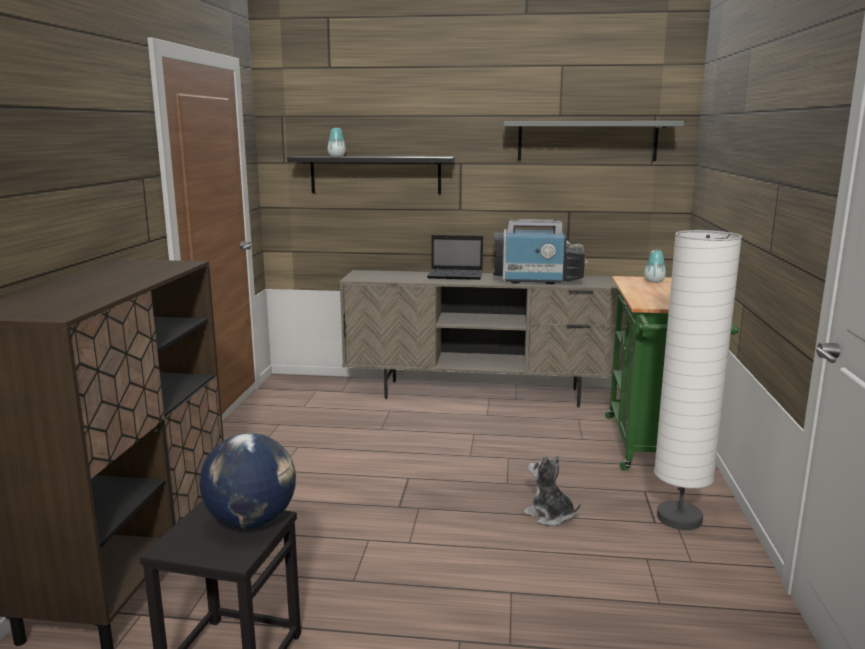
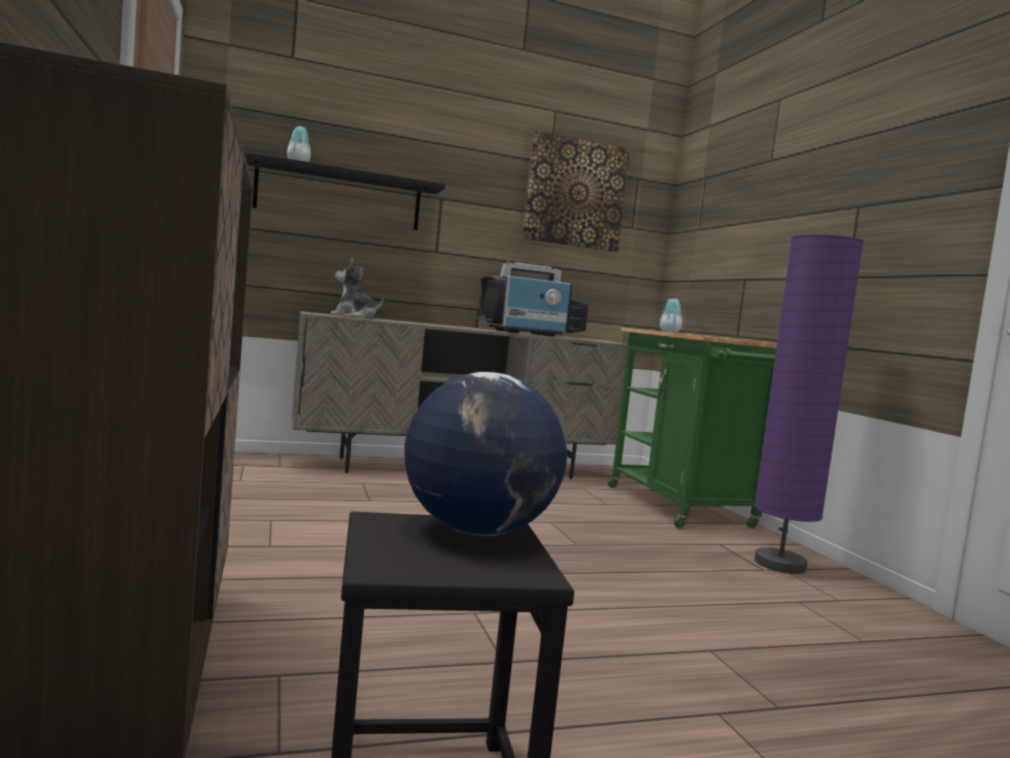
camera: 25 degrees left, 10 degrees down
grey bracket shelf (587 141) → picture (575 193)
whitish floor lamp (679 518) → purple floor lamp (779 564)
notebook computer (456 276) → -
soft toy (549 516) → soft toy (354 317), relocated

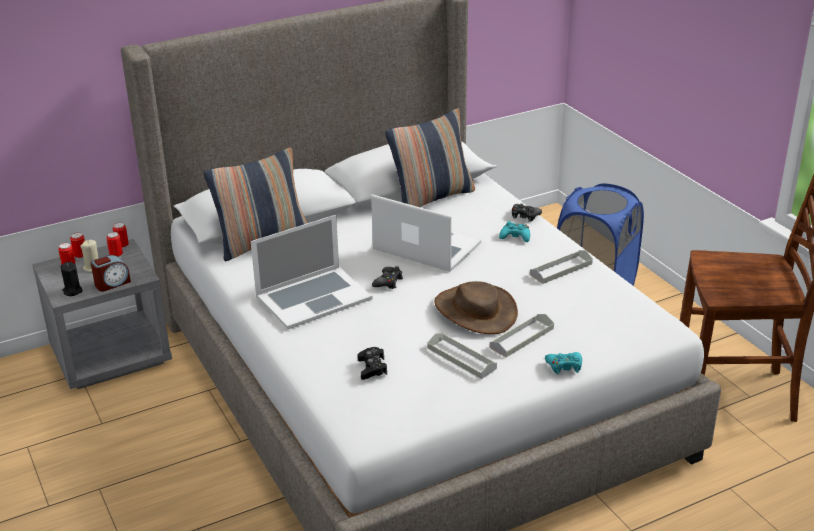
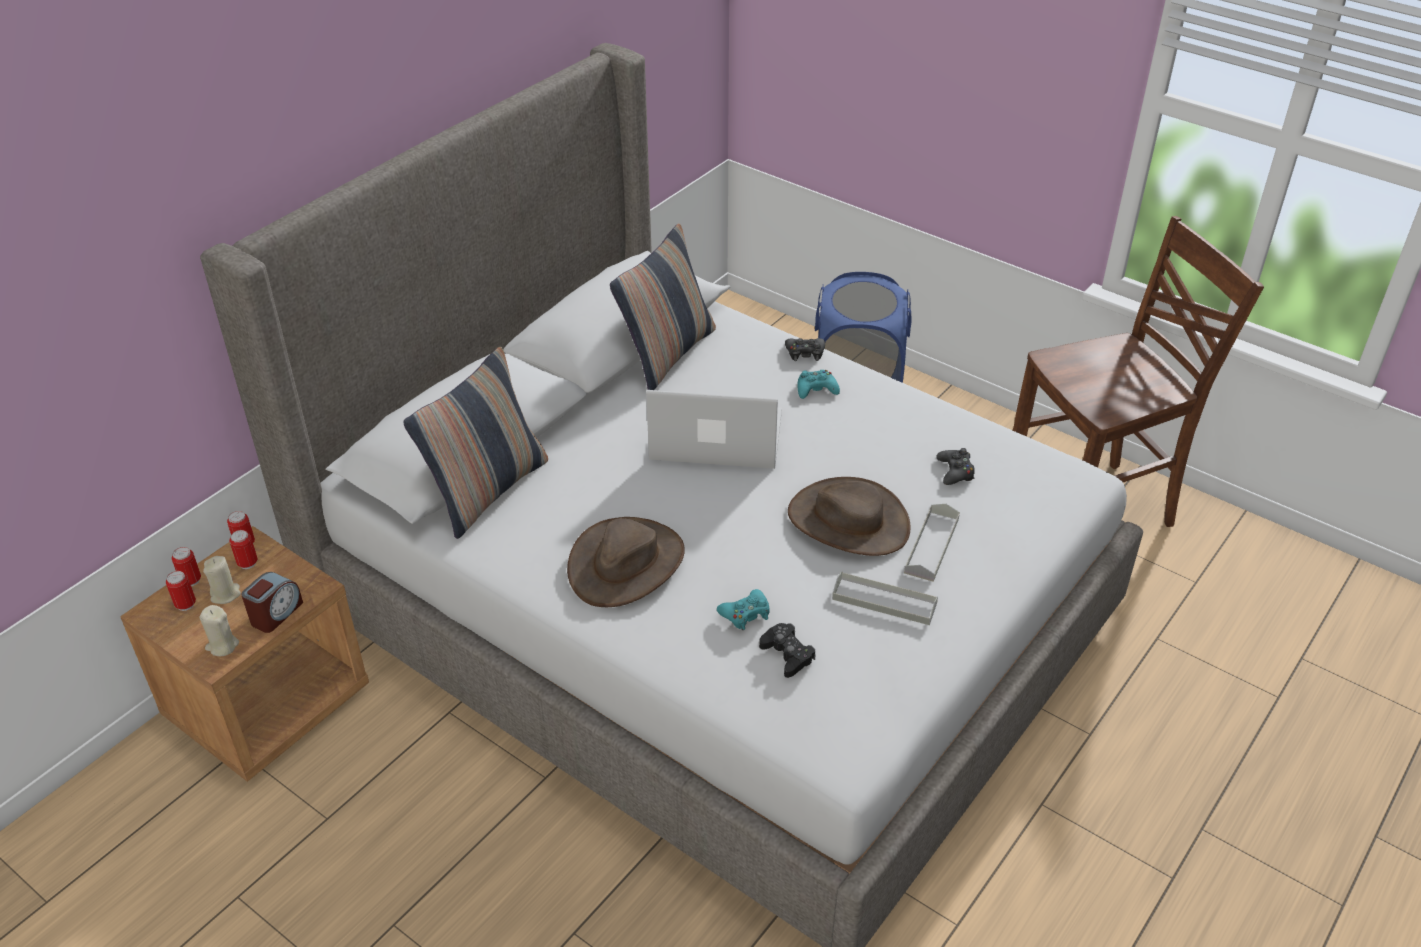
camera: 25 degrees left, 10 degrees up
notebook computer (313 297) → brownish hat (626 563)
grey night table (111 356) → brownish night table (268 703)
grey tray (561 269) → -
blackish candle (72 291) → beige-coloured candle (222 645)
blackish gamepad (388 282) → blackish gamepad (955 472), relocated
blue-green gamepad (564 366) → blue-green gamepad (745 614), relocated

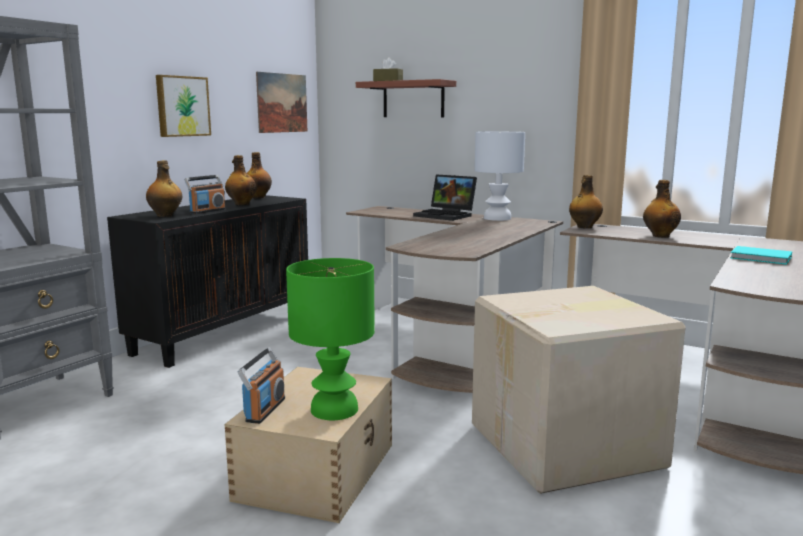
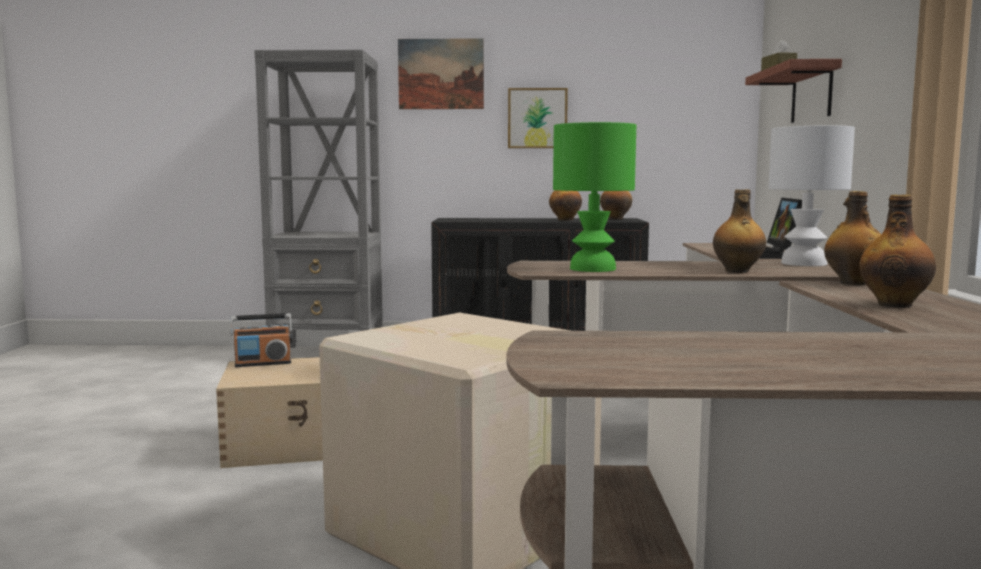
camera: 60 degrees right, 5 degrees down
picture (282 103) → picture (441 74), relocated
bottle (165 215) → bottle (737 271), relocated
radio set (207 211) → -
blue-green book (762 258) → -
green lamp for a table (333 410) → green lamp for a table (591 269), relocated

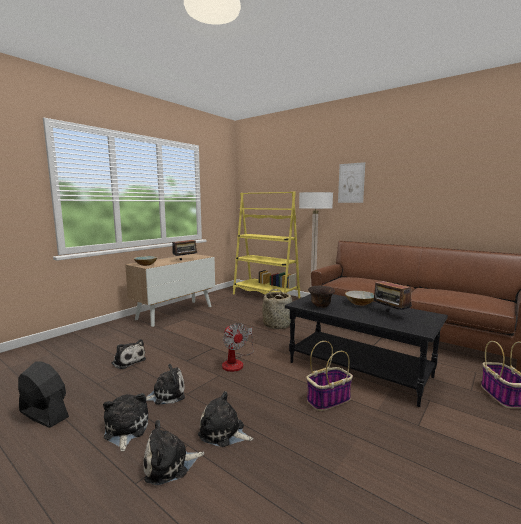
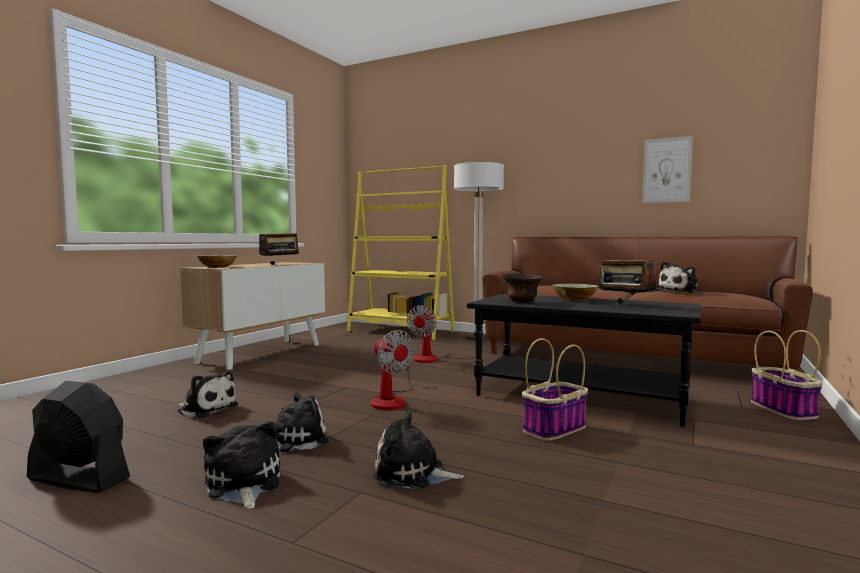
camera: 10 degrees left, 5 degrees down
picture (351 183) → picture (666 170), relocated
basket (277 324) → fan (435 359)
soft toy (170 464) → soft toy (680 292), relocated

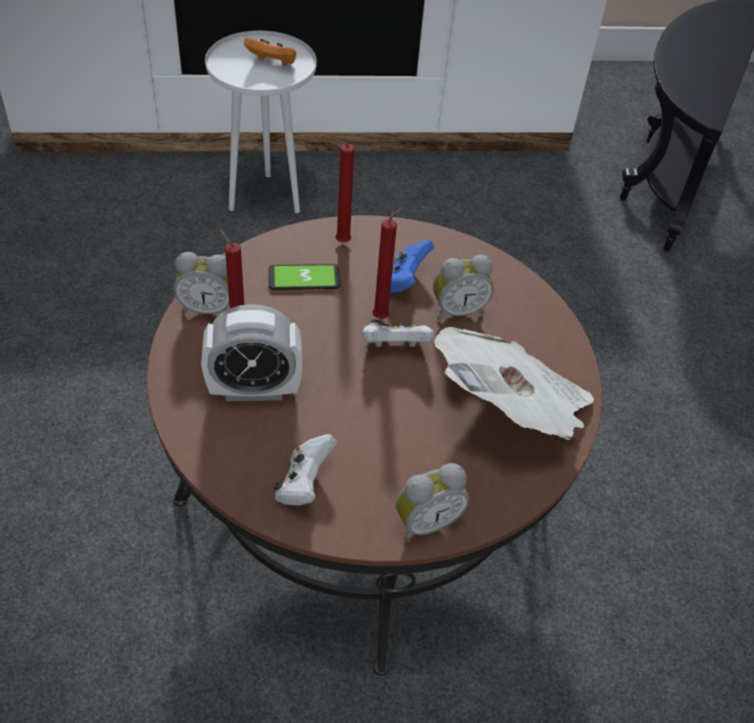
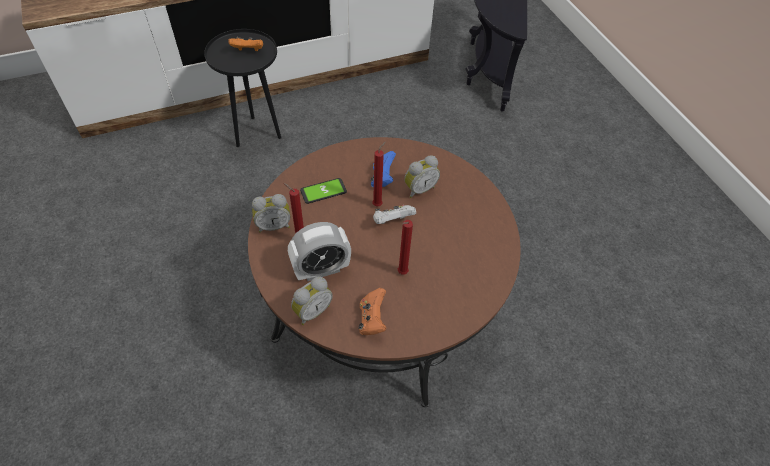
camera: 15 degrees left, 5 degrees up
whitish accent table (265 199) → blackish accent table (257 133)
reddish candle (340 243) → reddish candle (401 273), relocated
newspaper (512 409) → -
whitish gamepad (304 484) → orange gamepad (372 319)
alarm clock (425 521) → alarm clock (312 311), relocated

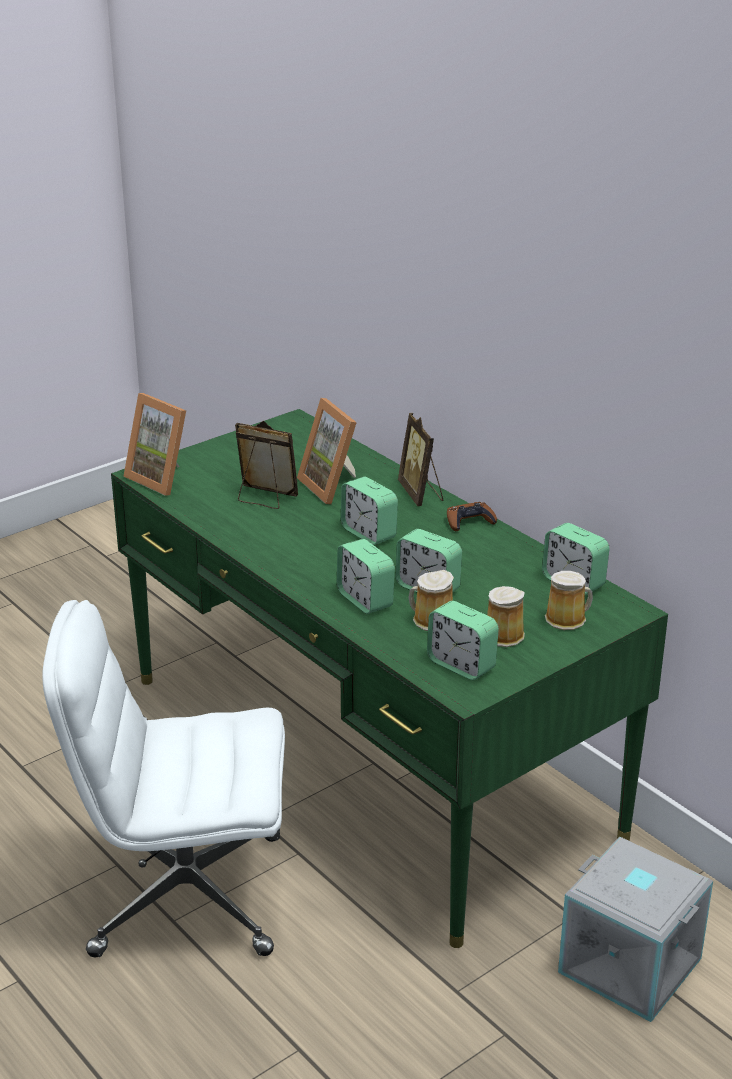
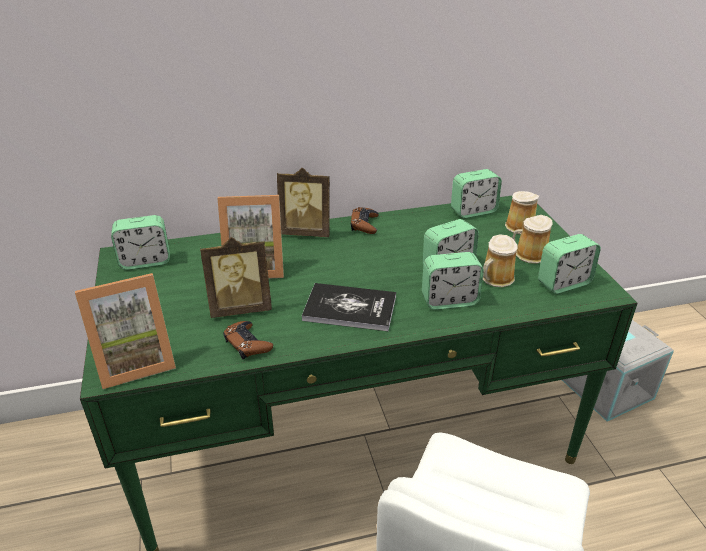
camera: 65 degrees left, 5 degrees up
picture frame (265 498) → picture frame (240 308), 150 degrees counterclockwise
alarm clock (369 533) → alarm clock (145 261), relocated
- → book (350 308)
- → brownish gamepad (247 343)

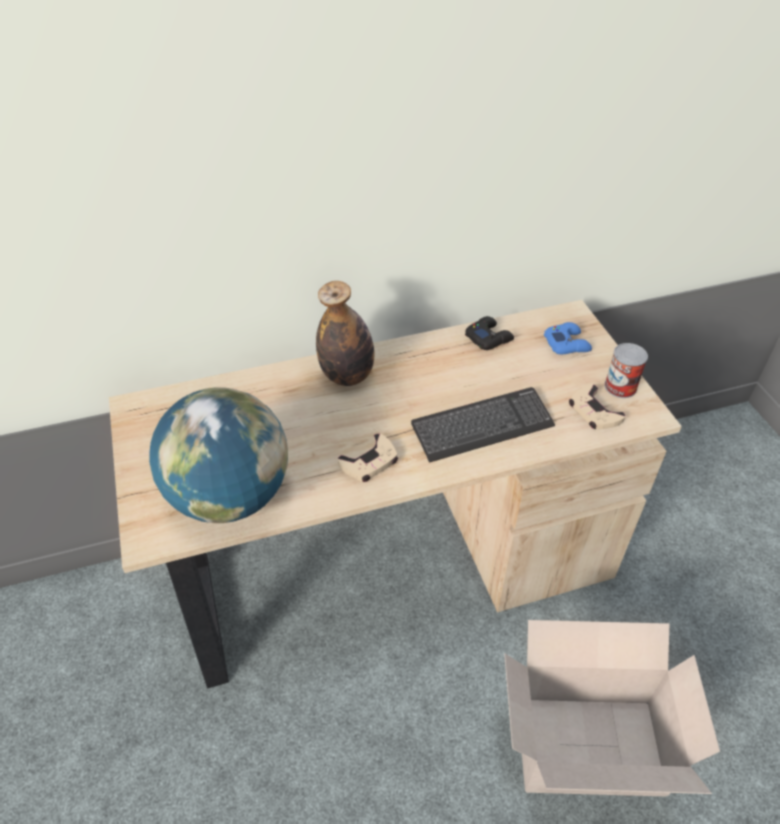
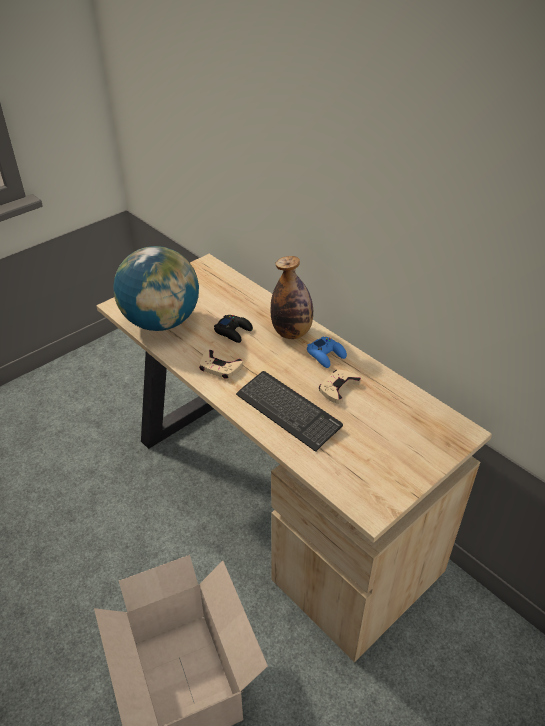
camera: 65 degrees right, 5 degrees down
blackish gamepad (488 338) → blackish gamepad (233 331), relocated
bluish gamepad (567 343) → bluish gamepad (326 355), relocated
metal can (620 386) → -
beige-coloured gamepad (594 412) → beige-coloured gamepad (338 388), relocated

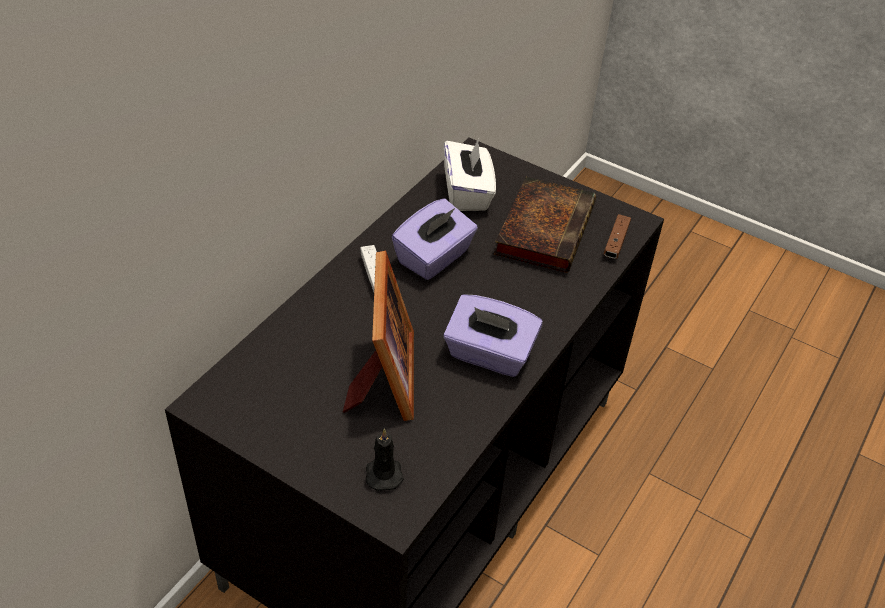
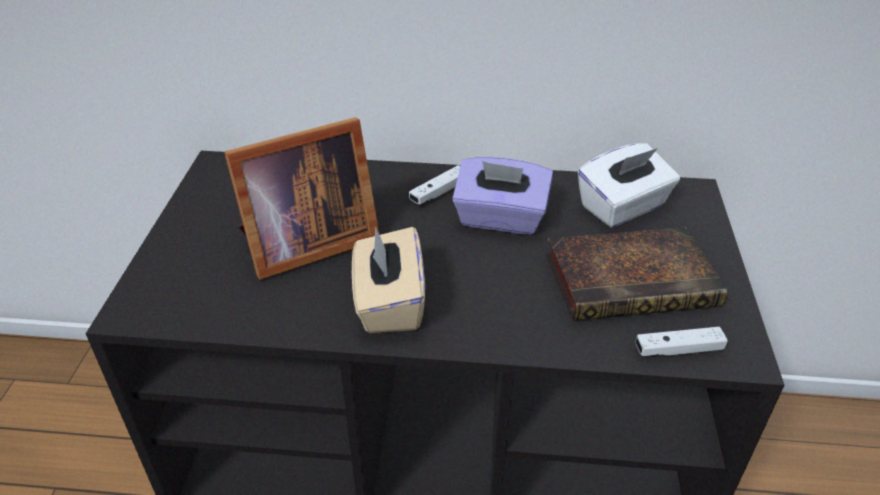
camera: 65 degrees right, 5 degrees down
brownish gamepad (616 242) → whitish gamepad (678 350)
purple box of tissues (489 355) → beige-coloured box of tissues (389 303)
blackish candle (383 473) → -

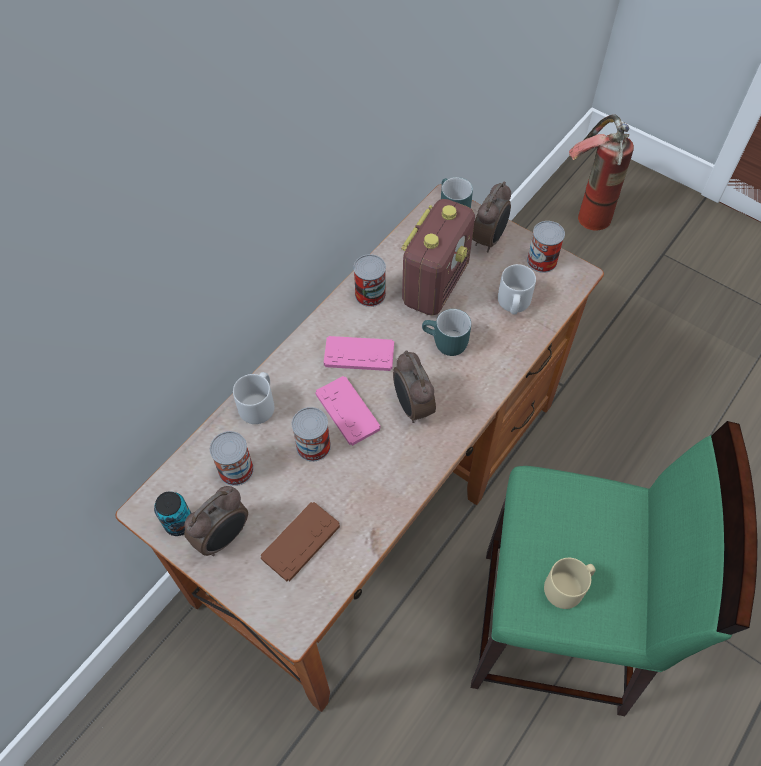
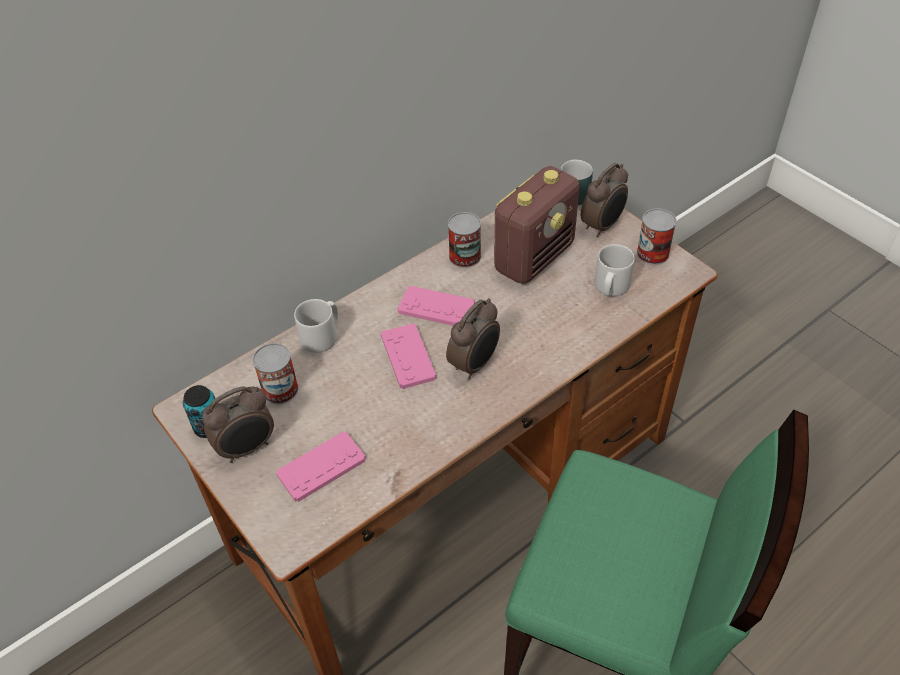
camera: 15 degrees right, 10 degrees down
fire extinguisher (585 209) → -
blue-green coffee mug (445 344) → -
alarm clock (412 407) → alarm clock (475 364), 135 degrees counterclockwise
metal can (313 446) → -
brownish gamepad (300 541) → pink-coloured gamepad (321 467)
beige-coloured coffee mug (567 587) → -

